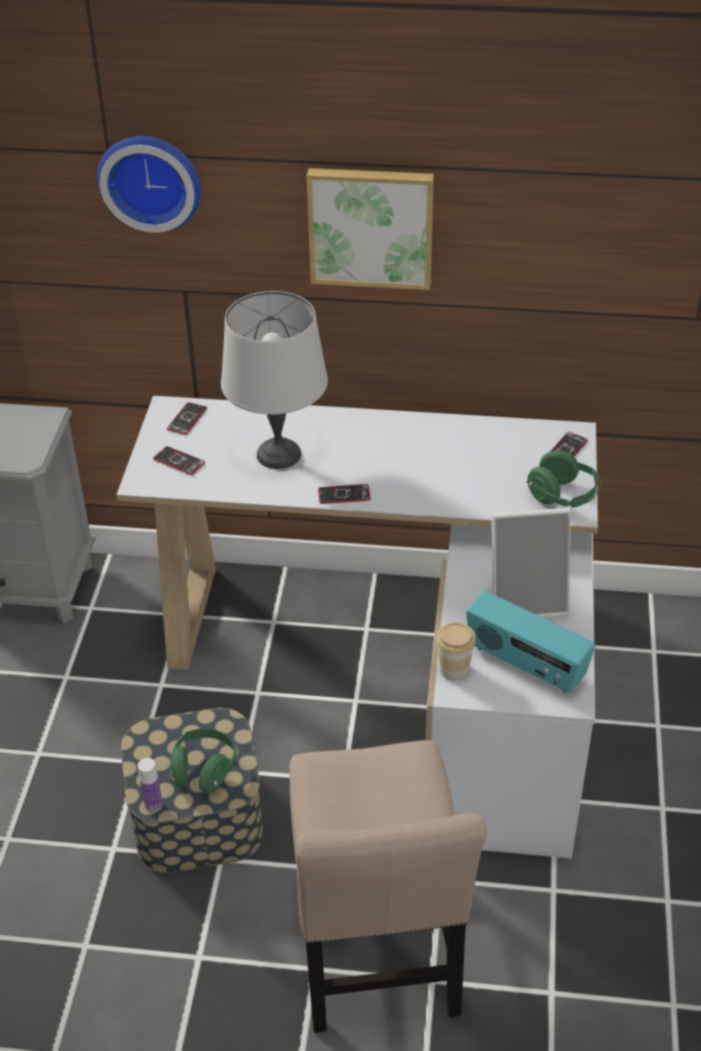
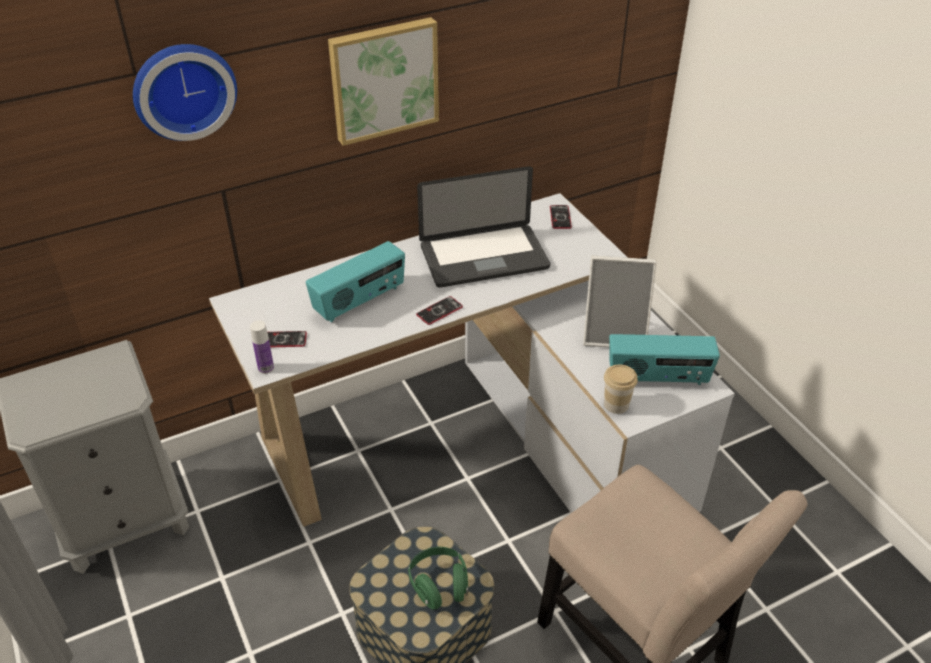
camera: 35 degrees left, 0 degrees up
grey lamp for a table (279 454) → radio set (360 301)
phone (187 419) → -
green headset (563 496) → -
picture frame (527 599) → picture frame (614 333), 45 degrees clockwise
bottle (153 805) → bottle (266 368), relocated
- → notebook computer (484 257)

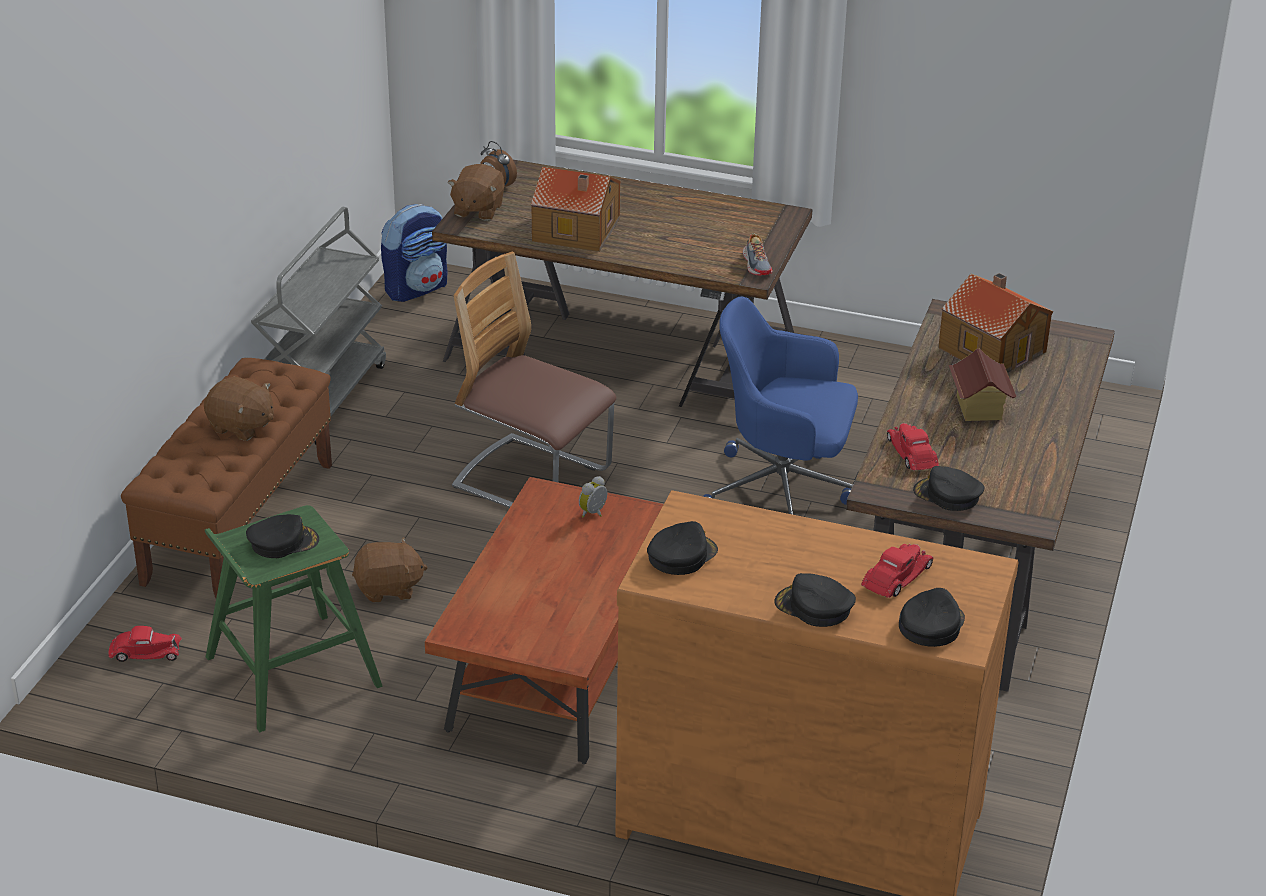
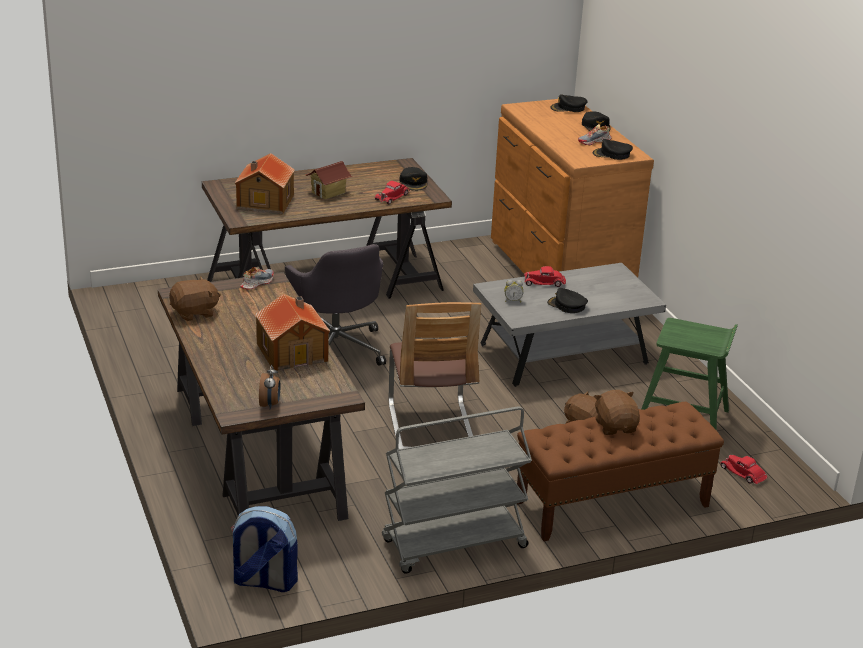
camera: 130 degrees left, 5 degrees down
brownish soft toy (477 210) → brownish soft toy (194 313), relocated
bluish desk chair (782 493) → grey desk chair (335 348)
brownish coffee table (557 668) → grey coffee table (563 355)
blackish peaked cap (283 542) → blackish peaked cap (567 305), relocated
reddish toy car (896 577) → reddish toy car (544 282), relocated
- → shoe (594 142)

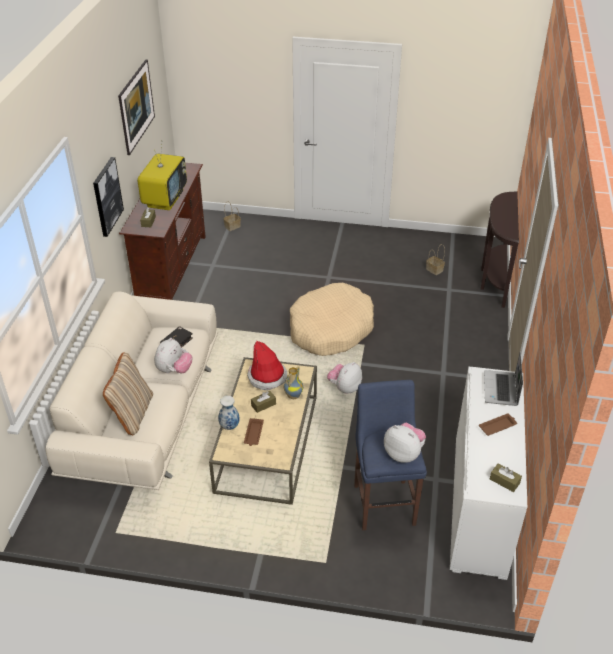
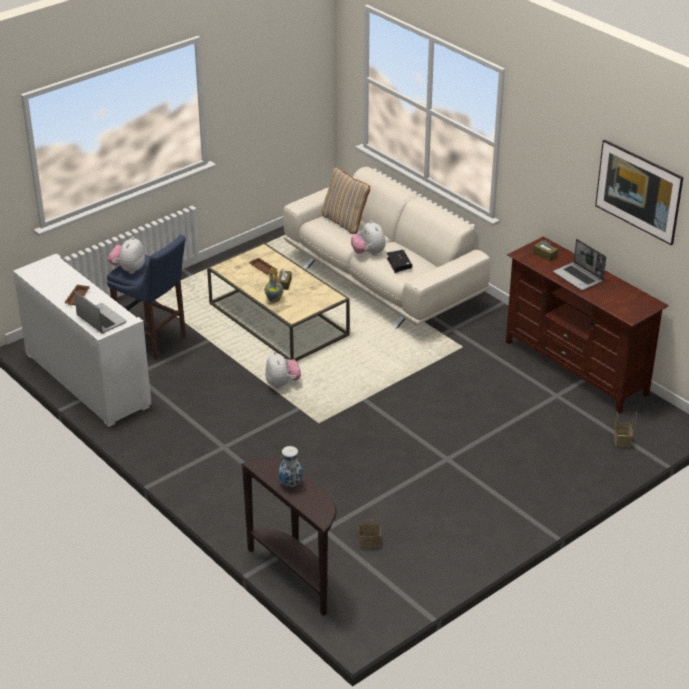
camera: 130 degrees right, 5 degrees down
television (165 199) → notebook computer (578 277)
picture (107 196) → -
beige-coloured pet bed (330 329) → -
hat (267 377) → -
flower vase (229 426) → flower vase (291 484), relocated
soft toy (403 453) → soft toy (128 269), 120 degrees clockwise
brownish box of tissues (504 481) → -

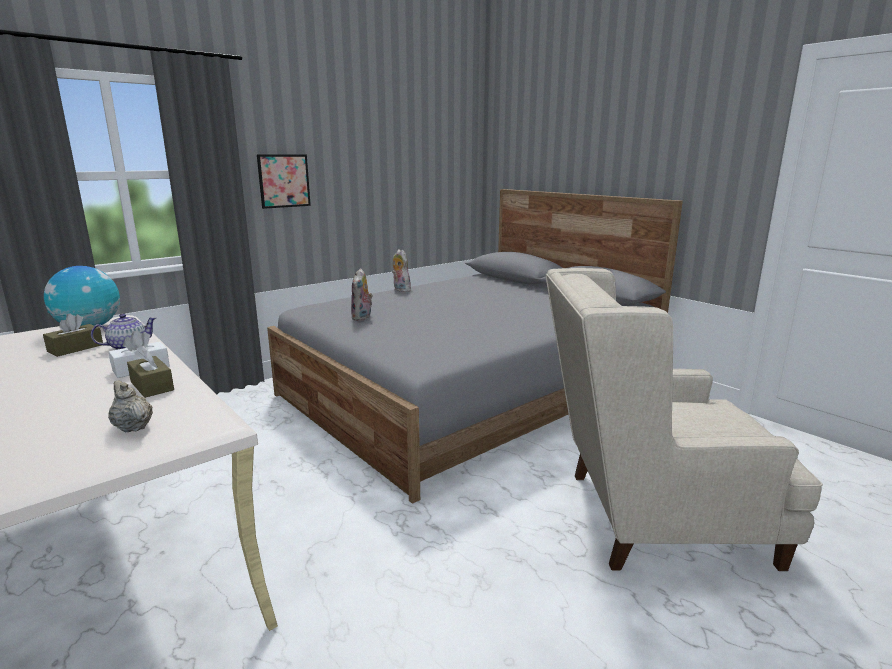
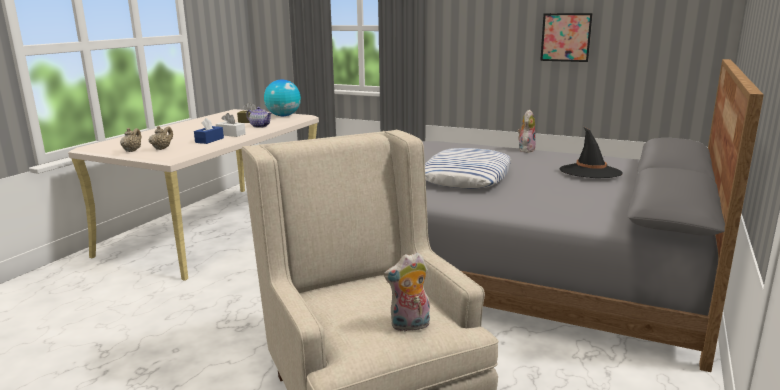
camera: 65 degrees right, 0 degrees up
picture (284 181) → picture (565 37), relocated
soft toy (362 318) → soft toy (409 326), relocated
brownish box of tissues (152 386) → bluish box of tissues (209 140)
- → blackish hat (590 172)
- → beige-coloured pot for tea (132 150)
- → throw pillow (466 177)

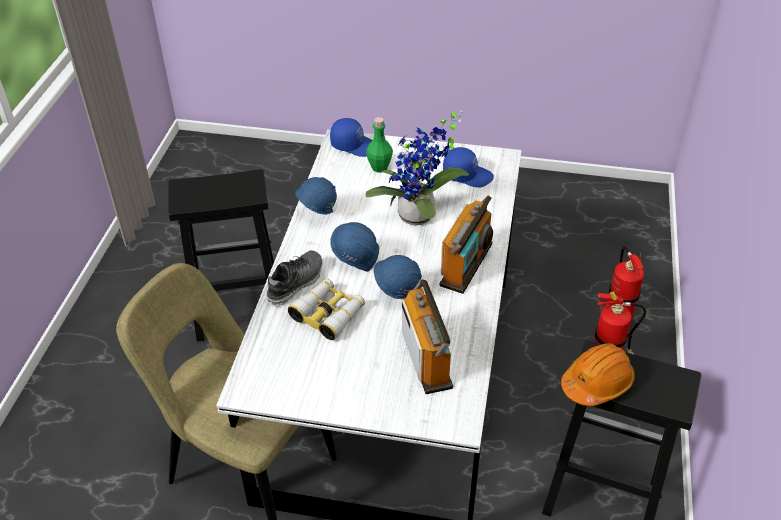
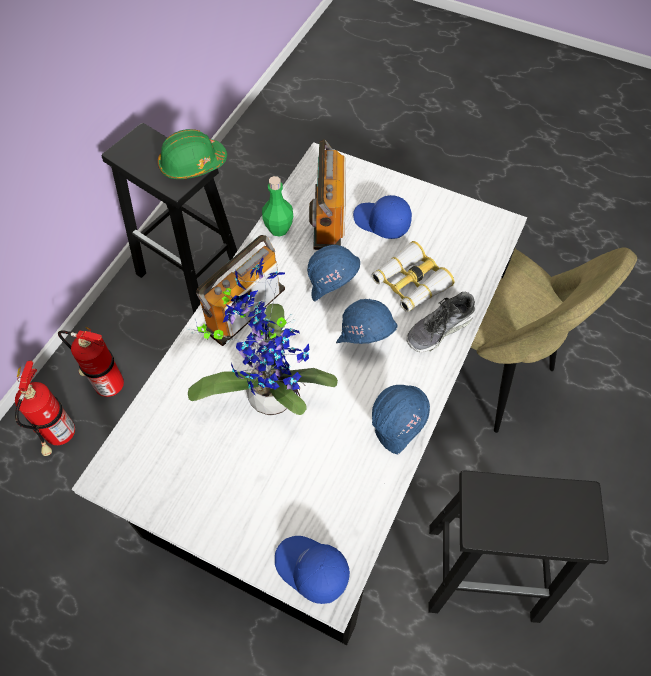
camera: 165 degrees left, 15 degrees up
green bottle (379 167) → green bottle (279 229), relocated
bluish peaked cap (467 175) → bluish peaked cap (381 222), relocated
orange safety helmet (597 383) → green safety helmet (192 164)

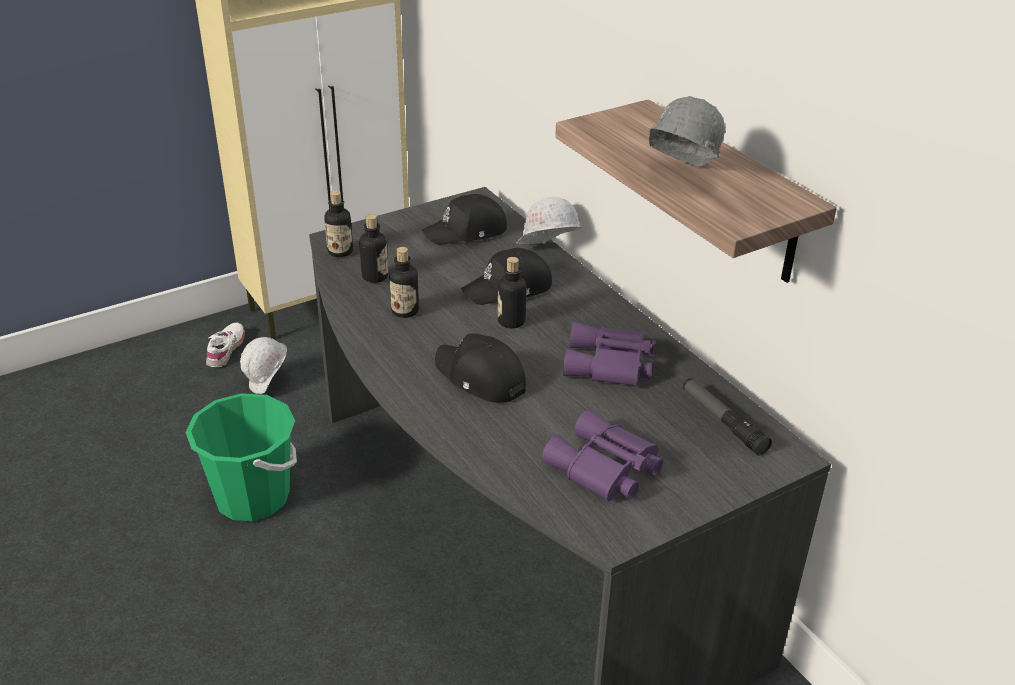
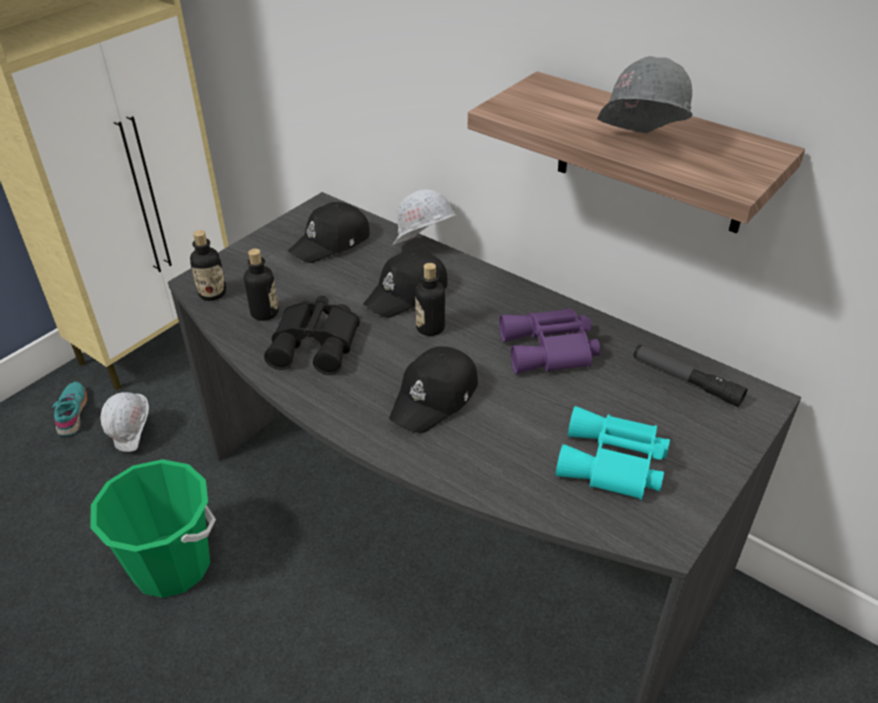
camera: 20 degrees left, 5 degrees up
bottle (405 311) → blackish pair of binoculars (317 343)
whitish shoe (226 349) → blue-green shoe (72 413)
blackish peaked cap (480 378) → blackish peaked cap (435 398), 75 degrees counterclockwise
purple pair of binoculars (604 469) → blue-green pair of binoculars (613 464)

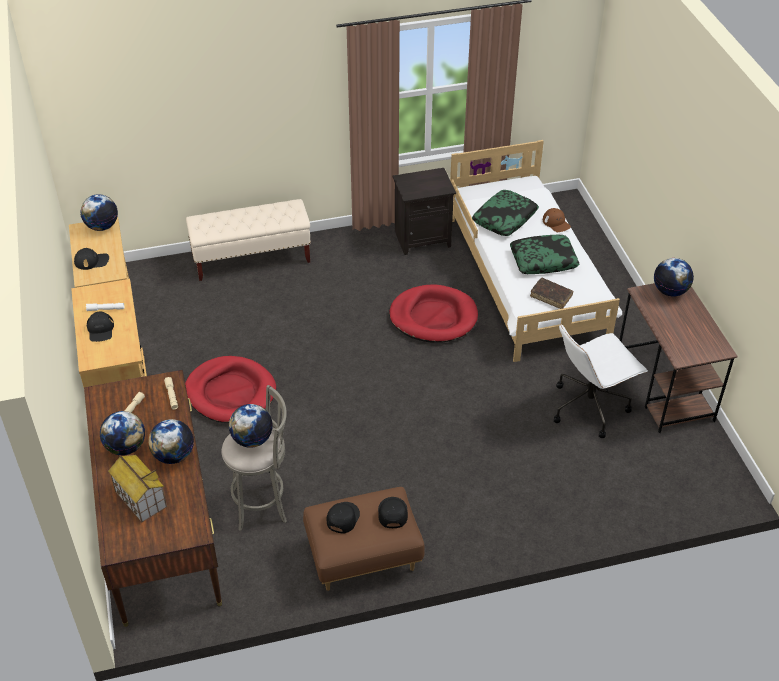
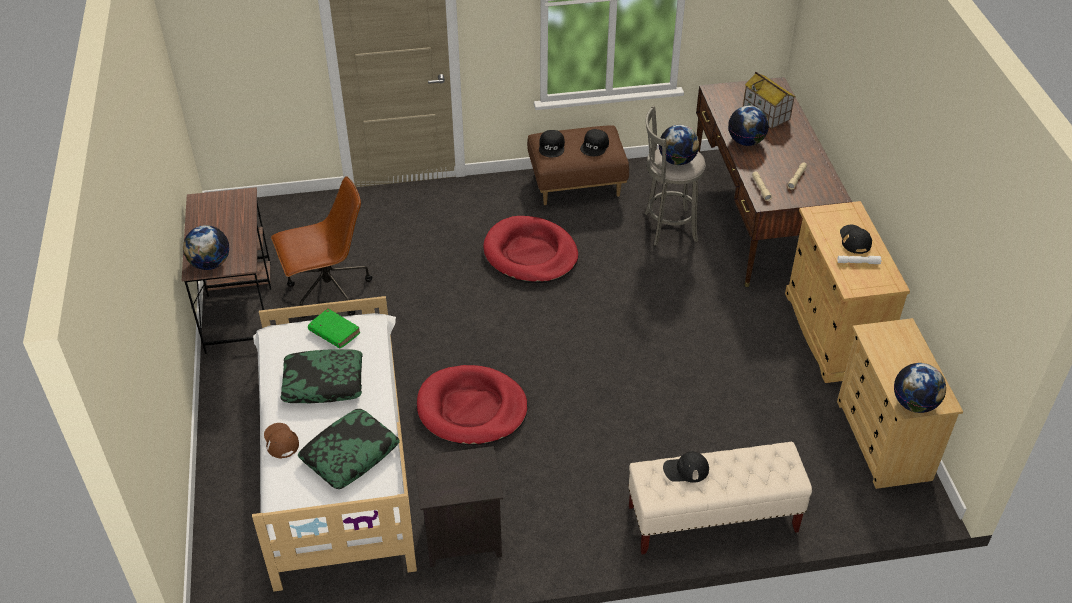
camera: 175 degrees left, 0 degrees up
blackish peaked cap (92 261) → blackish peaked cap (685 470), relocated
brownish book (551 296) → green book (334 332)
whitish desk chair (590 406) → brownish desk chair (328 293)
reddish pet bed (231 392) → reddish pet bed (530 254), relocated
globe (126 447) → -

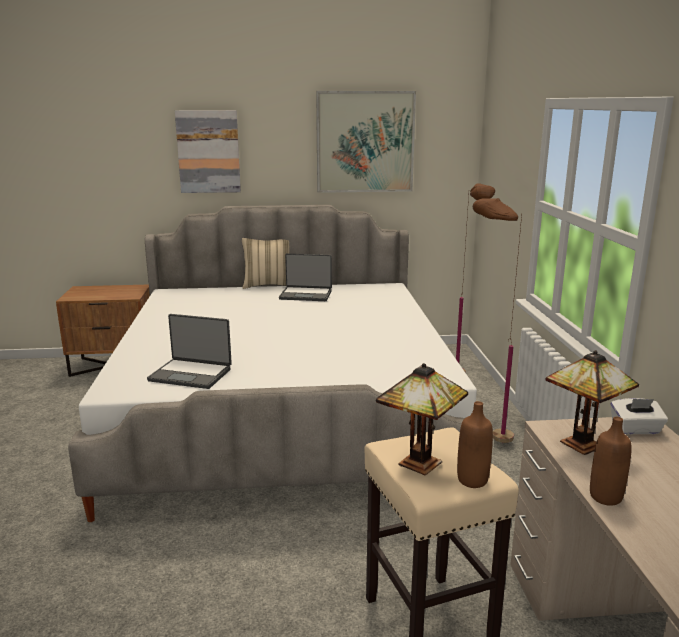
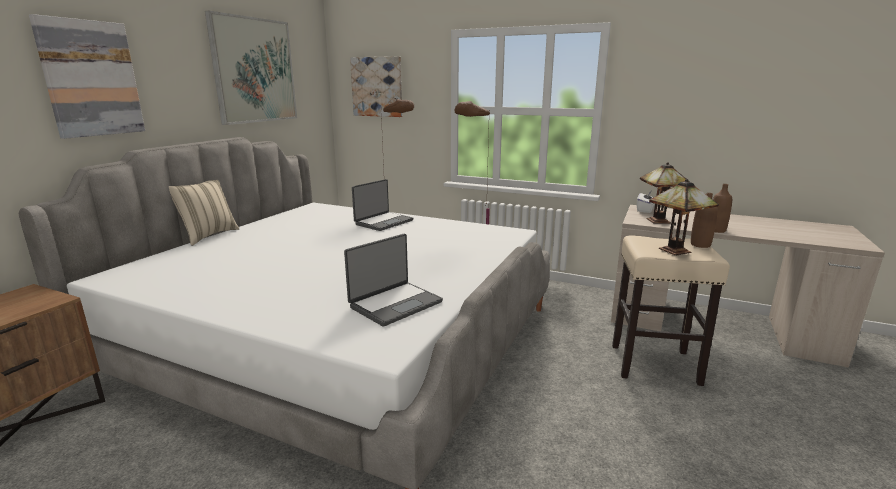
camera: 60 degrees left, 0 degrees up
notebook computer (306 295) → notebook computer (383 222), relocated
- → picture (377 87)

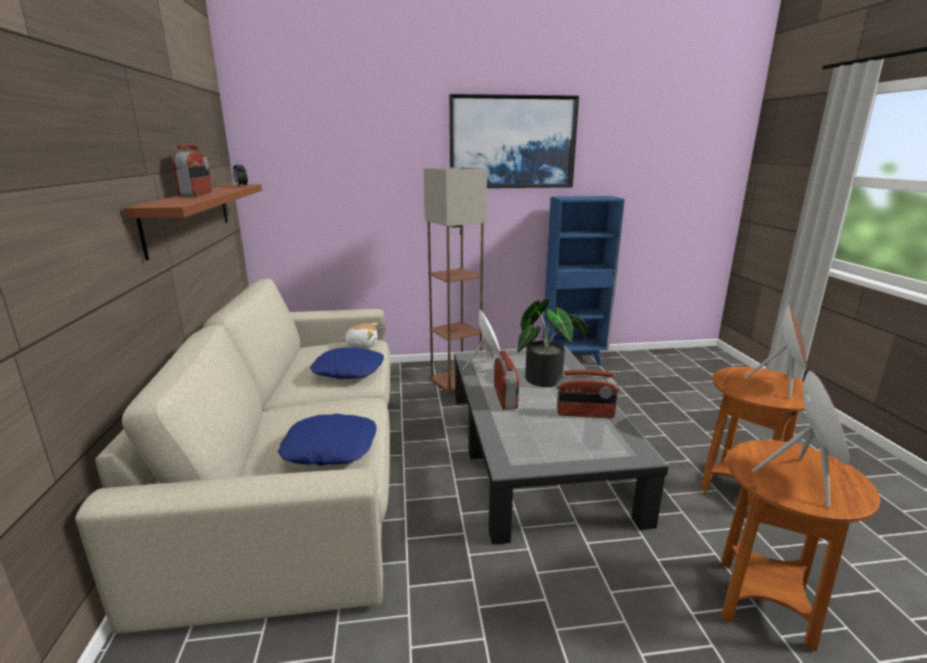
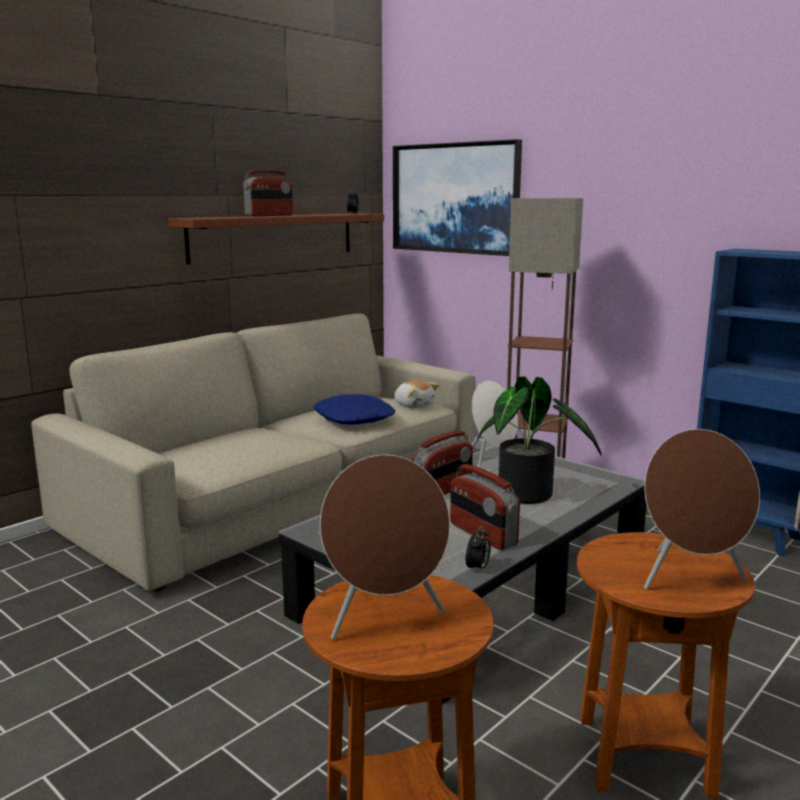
camera: 50 degrees right, 5 degrees down
picture (512 142) → picture (455 198), relocated
bluish throw pillow (330 448) → -
- → alarm clock (477 568)

